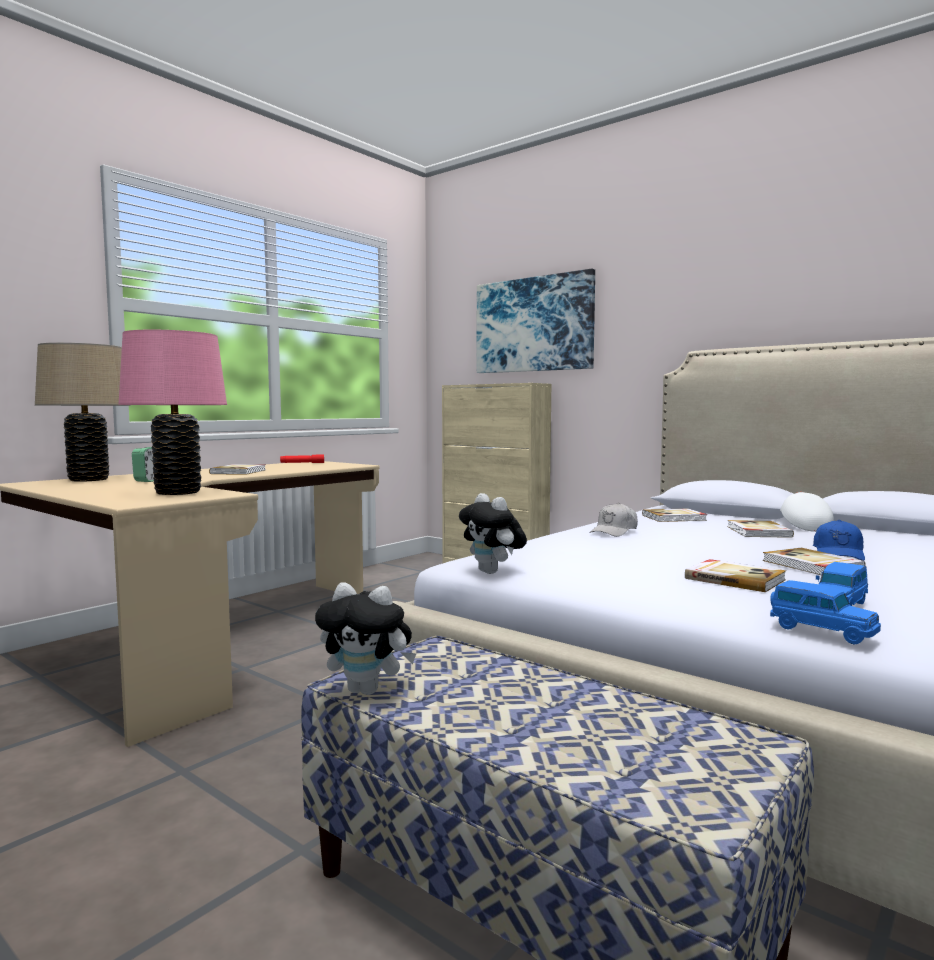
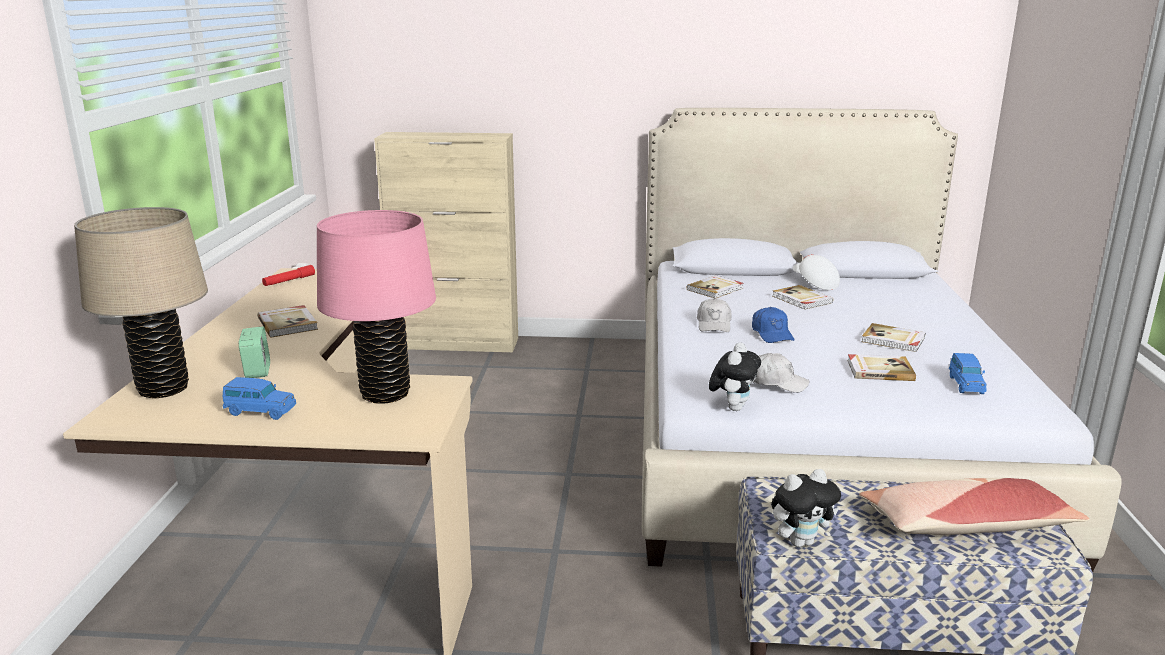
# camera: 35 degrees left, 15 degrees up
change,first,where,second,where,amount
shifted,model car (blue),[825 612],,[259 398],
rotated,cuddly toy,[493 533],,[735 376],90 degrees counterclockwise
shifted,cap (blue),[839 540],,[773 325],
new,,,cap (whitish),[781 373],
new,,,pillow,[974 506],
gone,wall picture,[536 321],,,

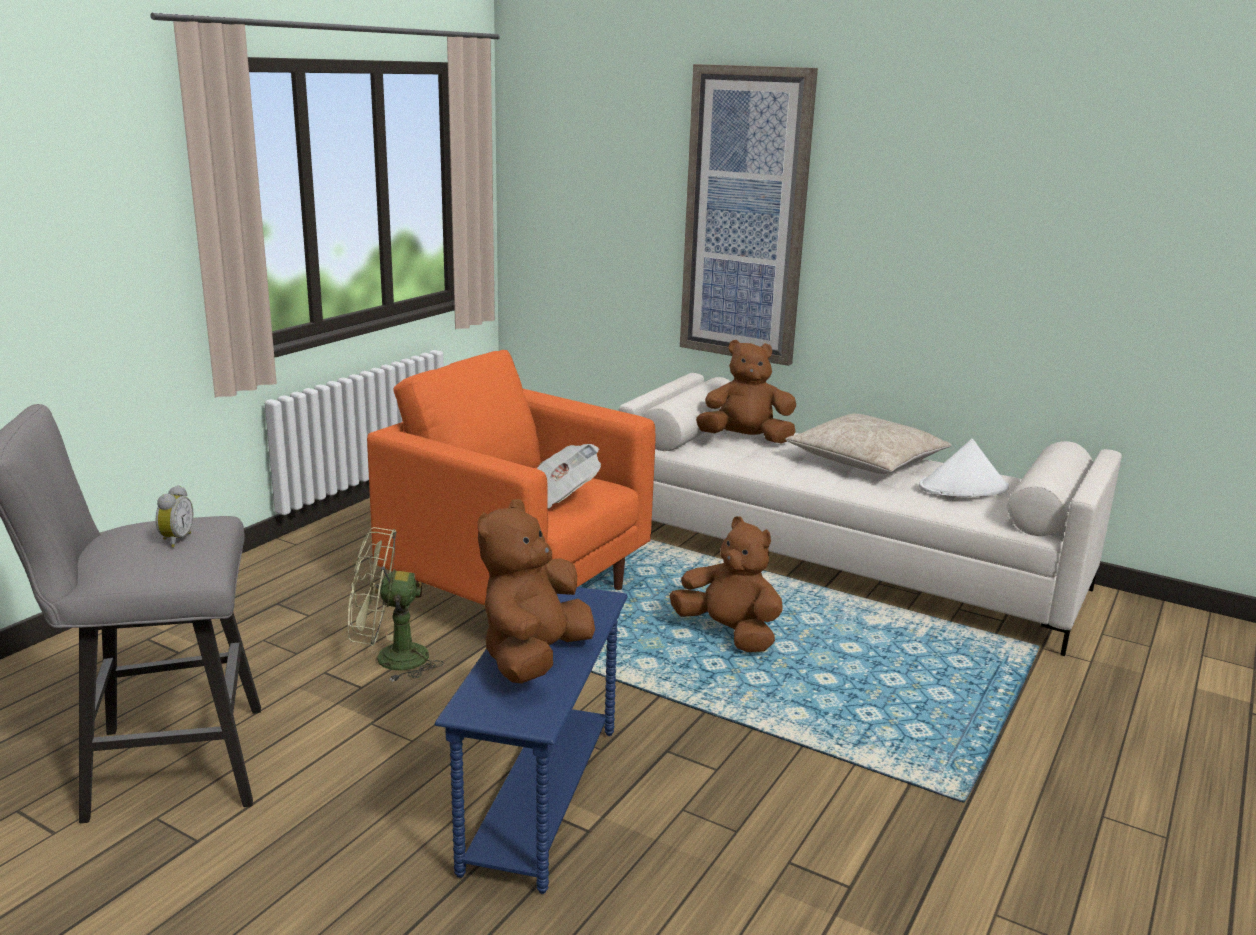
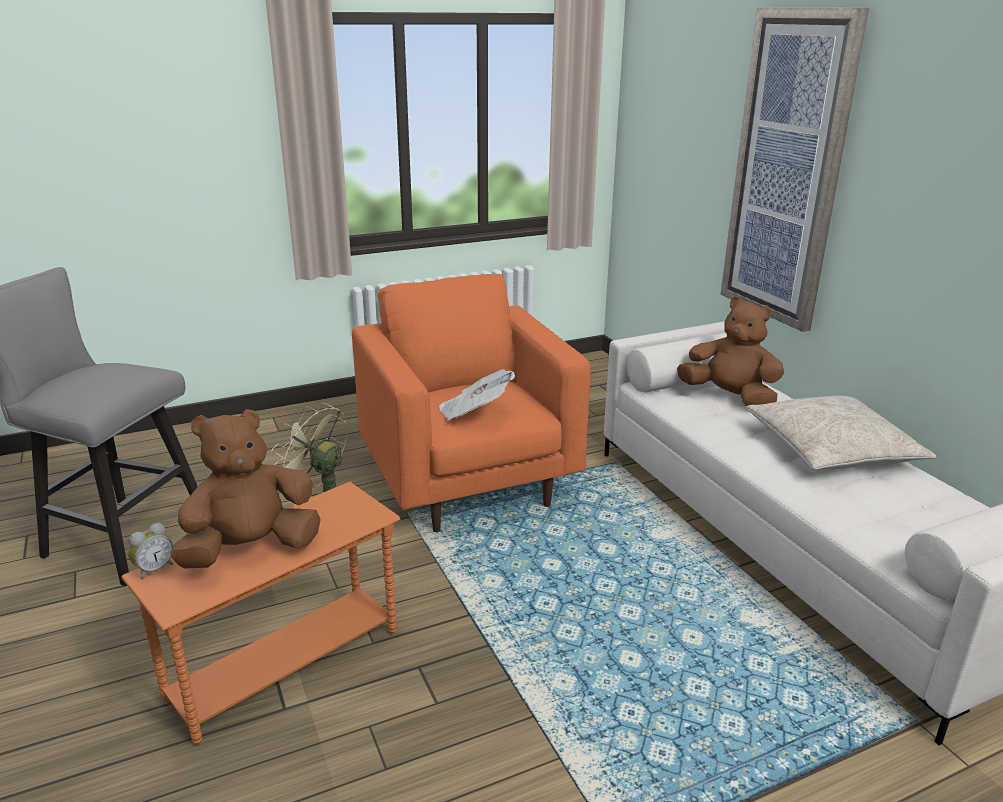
# camera: 35 degrees right, 5 degrees up
change,first,where,second,where,amount
repainted,accent table (blue),[531 740],accent table (orangey),[260 613],
shifted,bedside clock,[175 516],,[150 551],
gone,cuddly toy (brown-coloured),[726 584],,,
gone,clothing hat (whitish),[964 468],,,

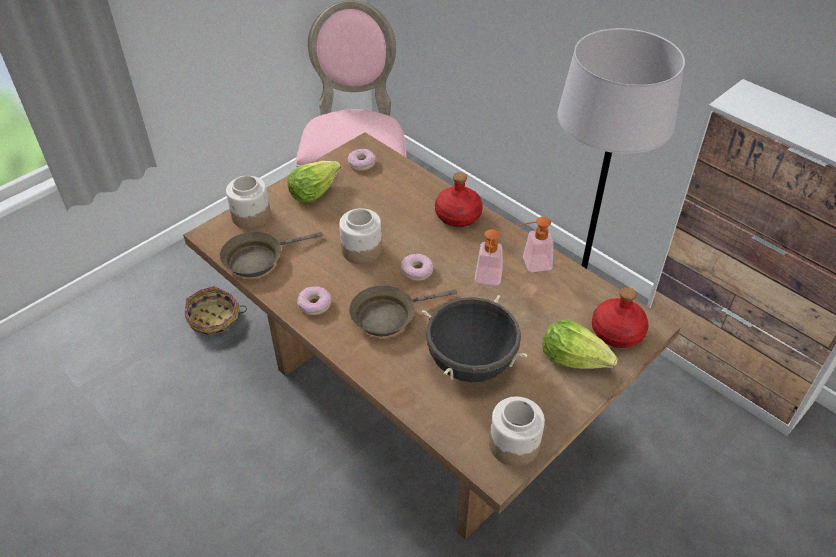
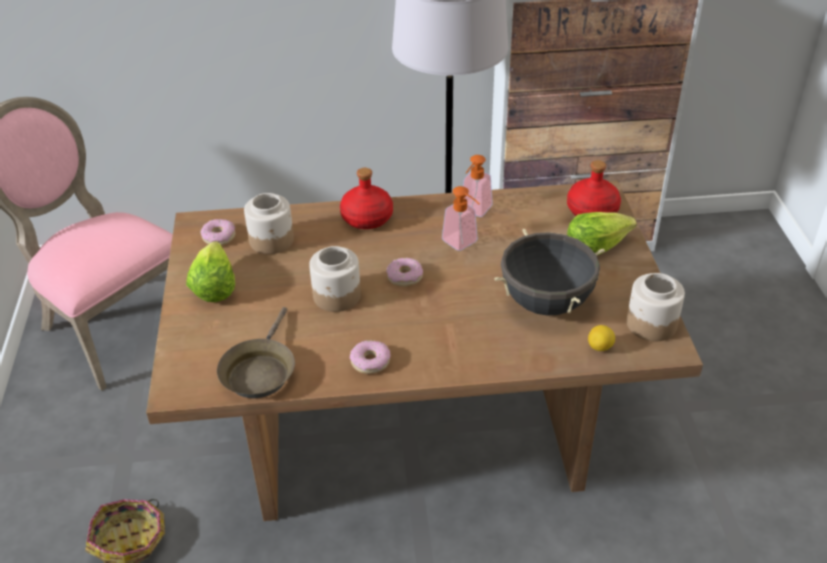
# camera: 50 degrees left, 5 degrees down
change,first,where,second,where,amount
shifted,jar,[248 202],,[269 223],
new,,,citrus fruit,[601 338],
gone,frying pan (brown-coloured),[403 310],,,

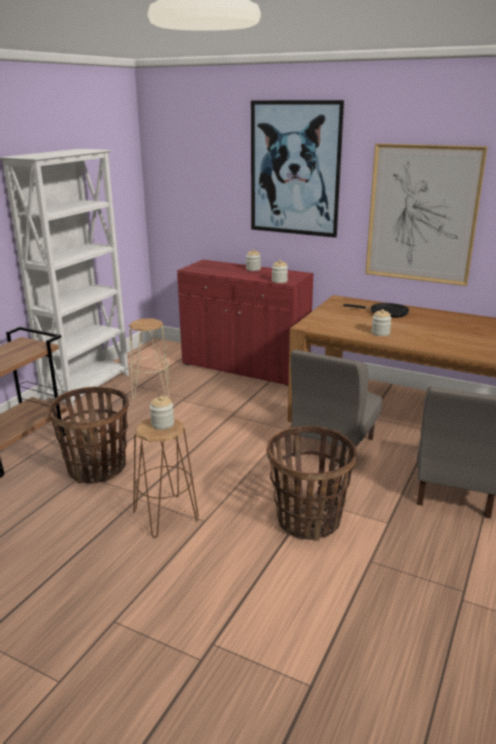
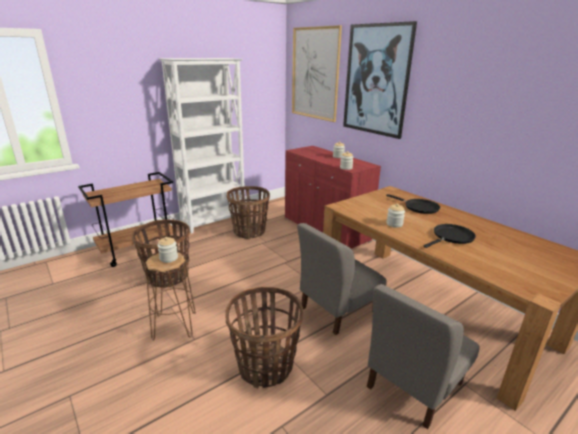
# camera: 25 degrees right, 0 degrees up
change,first,where,second,where,amount
swapped,stool seat (beige),[149 358],basket,[248 212],
shifted,wall picture,[426 214],,[317 73],
new,,,frying pan (blackish),[450 236],

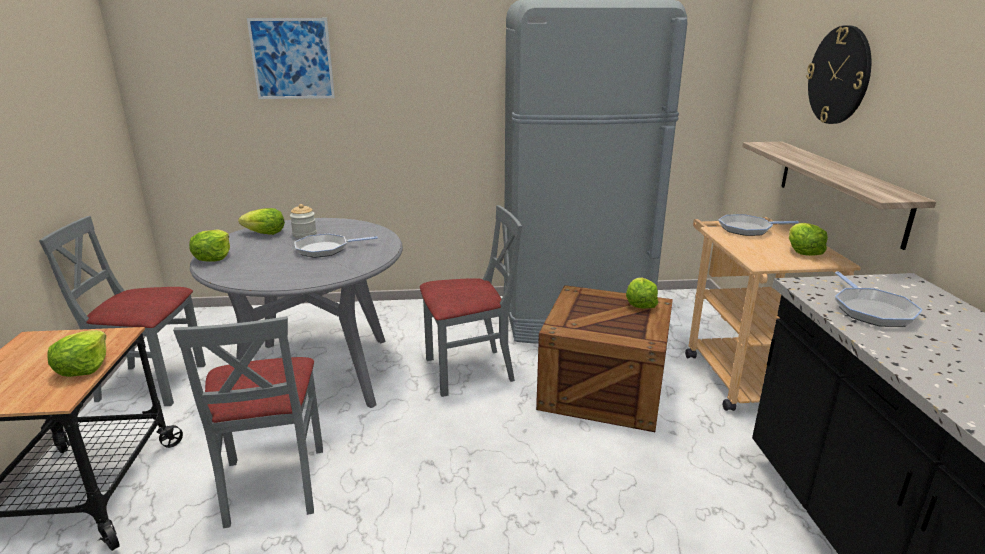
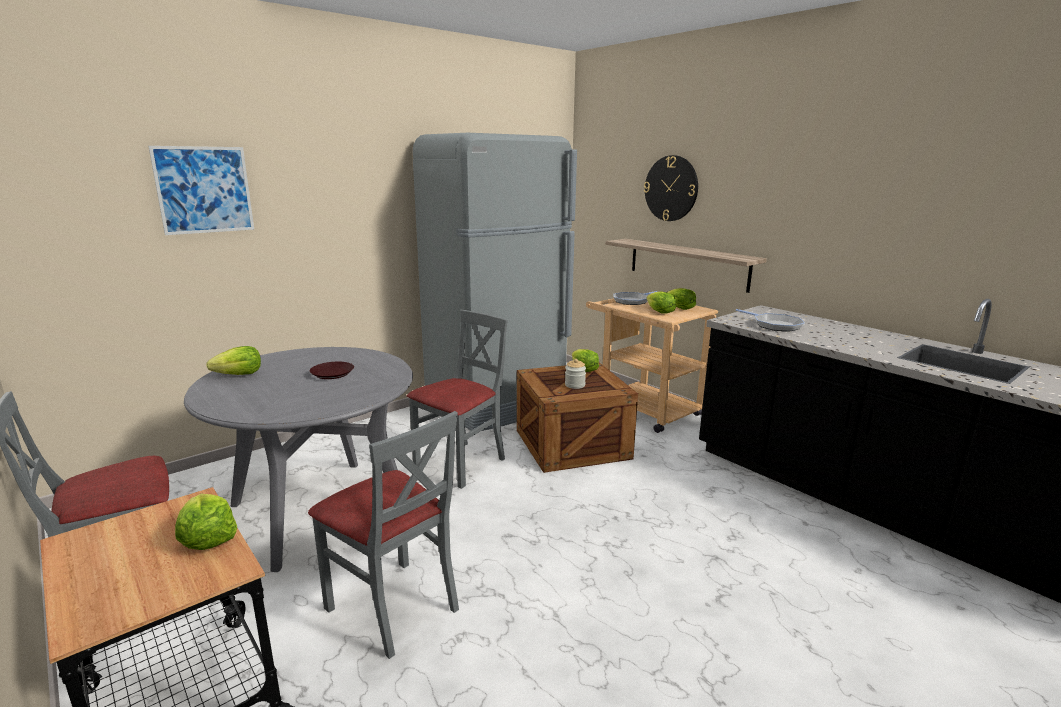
# camera: 35 degrees left, 5 degrees down
change,first,where,second,where,amount
swapped,frying pan,[336 245],flat dish (brown-coloured),[332 370],
shifted,jar,[303 221],,[575 374],
shifted,lettuce head,[209 245],,[661 302],

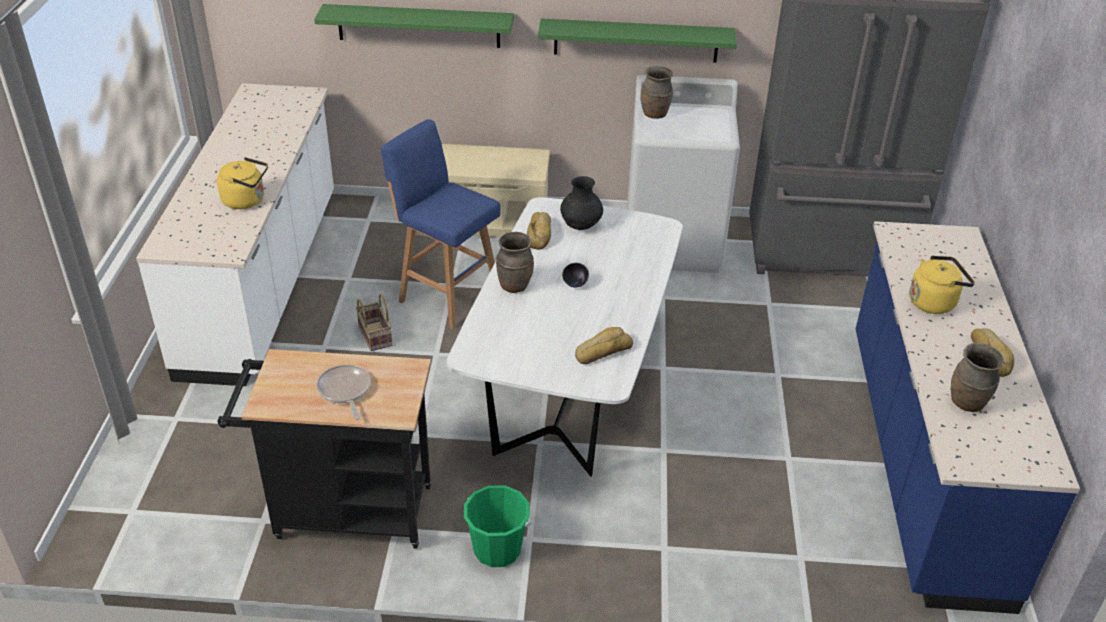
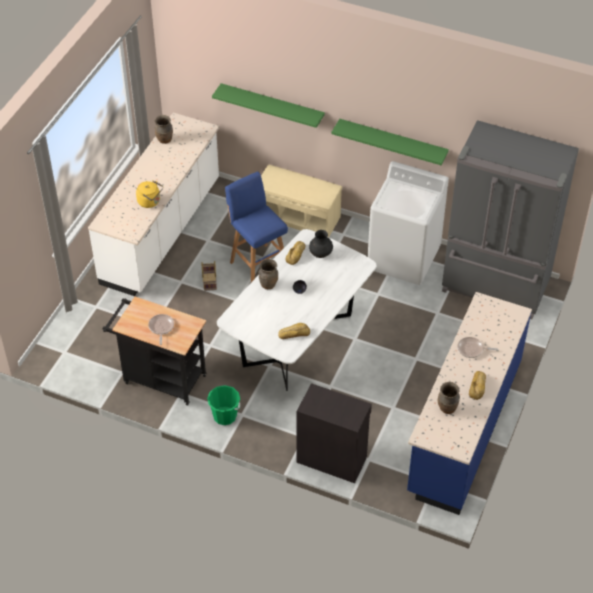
# camera: 20 degrees right, 10 degrees up
change,first,where,second,where,amount
shifted,decorative vase (brown-coloured),[657 92],,[164 129],
new,,,cupboard (blackish),[334 433],
swapped,kettle (yellow-coloured),[942 284],frying pan,[477 347],

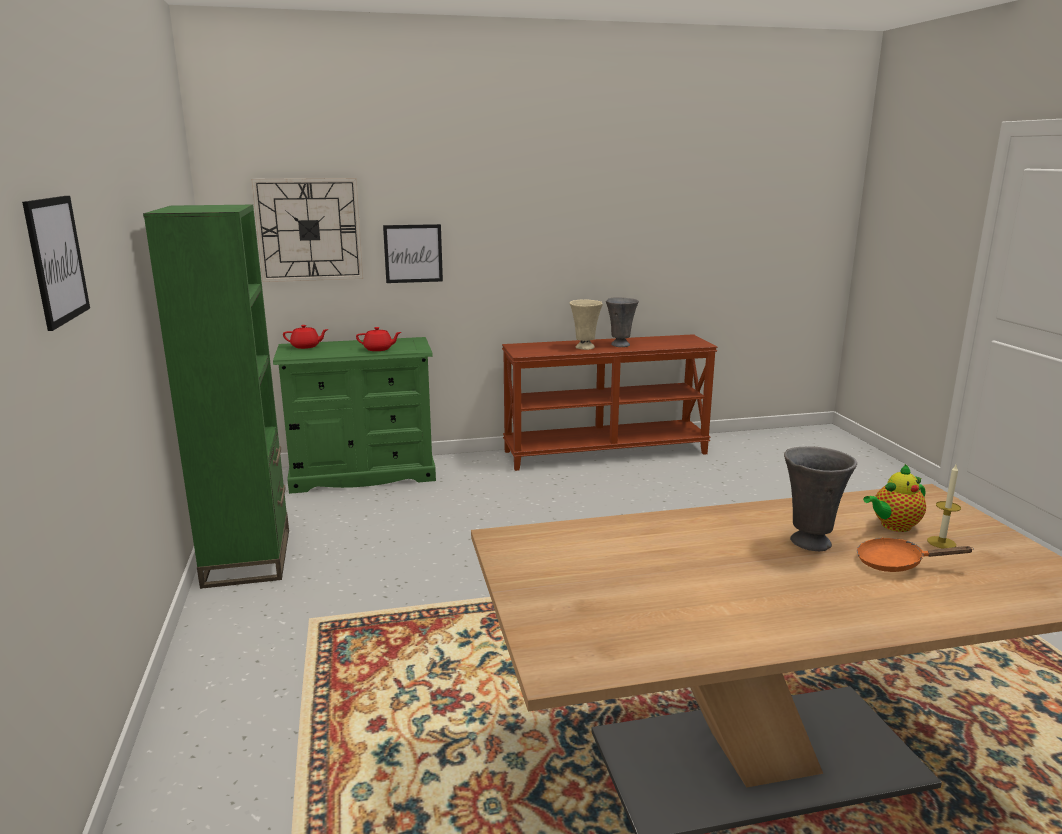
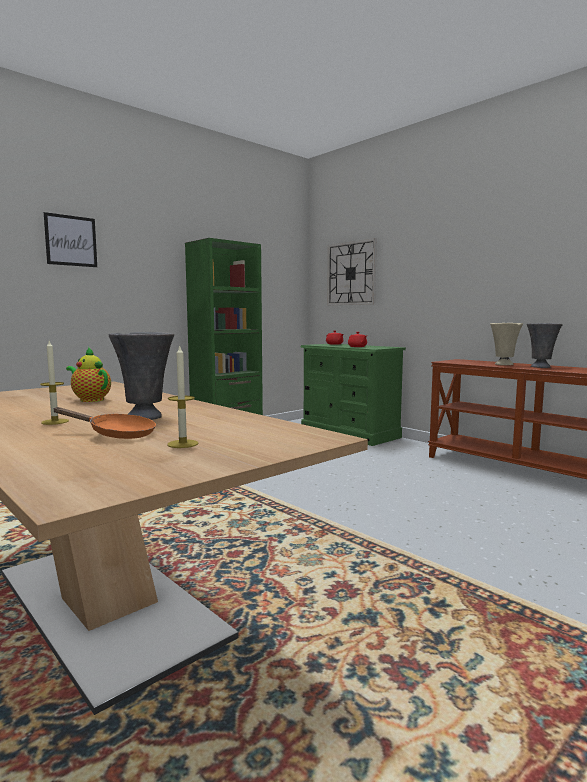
# camera: 60 degrees right, 10 degrees down
change,first,where,second,where,amount
new,,,wax candle,[54 383],
rotated,frying pan (orangey),[915 554],,[105 423],120 degrees clockwise
shifted,pot for tea,[894 498],,[88 374],
gone,wall picture,[413 253],,,

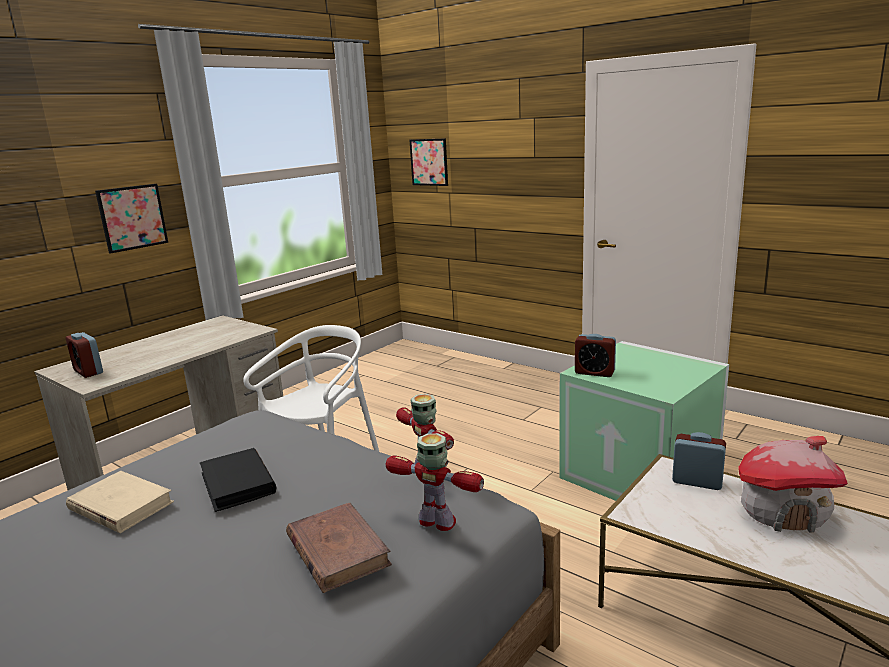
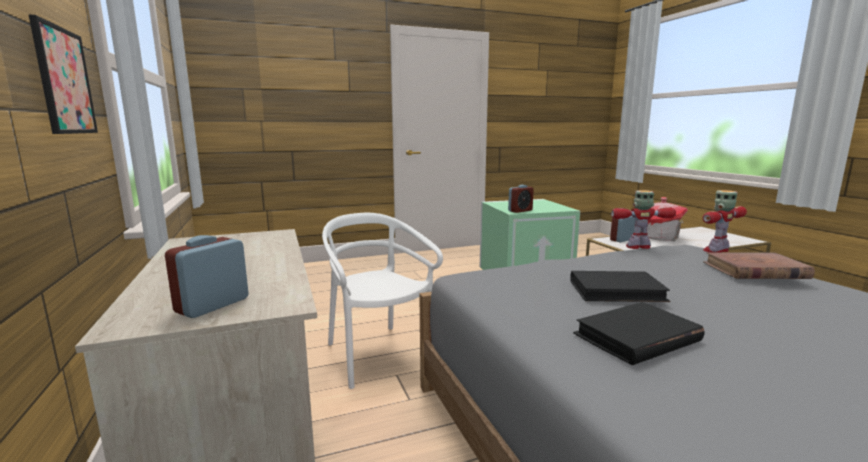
# camera: 60 degrees left, 5 degrees down
change,first,where,second,where,amount
rotated,bedside clock,[84 355],,[207 276],135 degrees clockwise
repainted,book (beige),[120 502],book (blackish),[638 333],
gone,wall picture,[428 162],,,

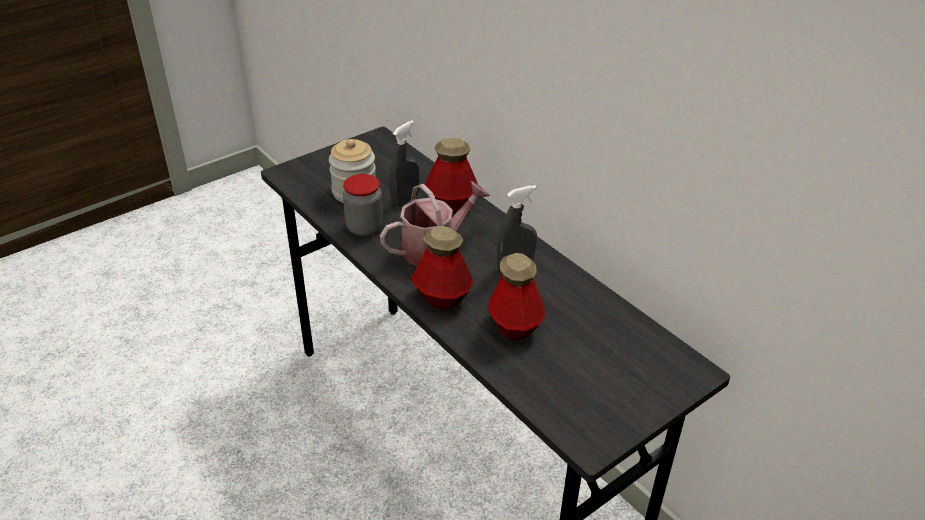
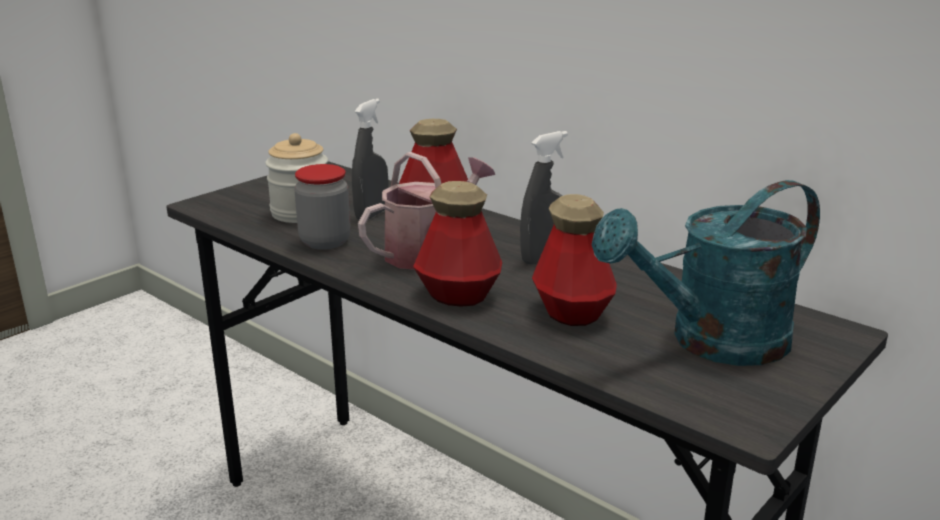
# camera: 10 degrees left, 15 degrees down
change,first,where,second,where,amount
new,,,watering can (turquoise-coloured),[706 273],

